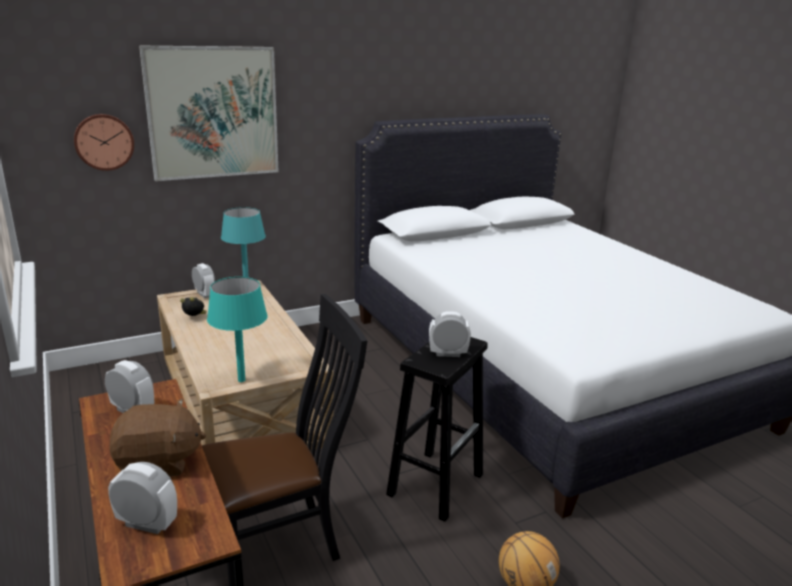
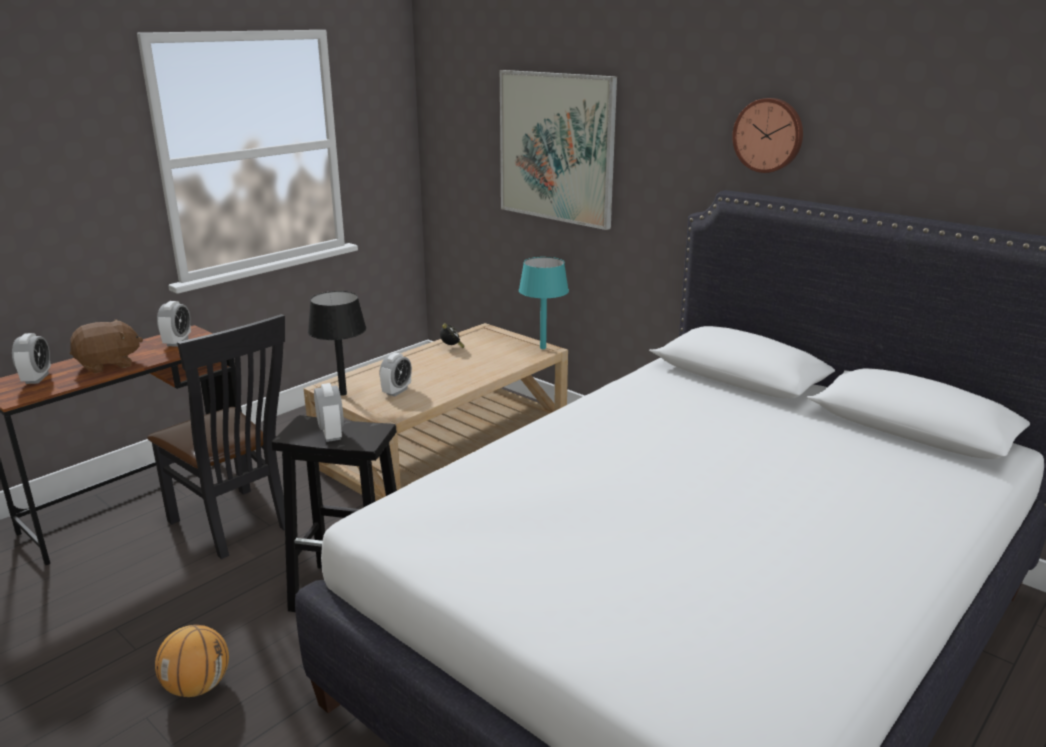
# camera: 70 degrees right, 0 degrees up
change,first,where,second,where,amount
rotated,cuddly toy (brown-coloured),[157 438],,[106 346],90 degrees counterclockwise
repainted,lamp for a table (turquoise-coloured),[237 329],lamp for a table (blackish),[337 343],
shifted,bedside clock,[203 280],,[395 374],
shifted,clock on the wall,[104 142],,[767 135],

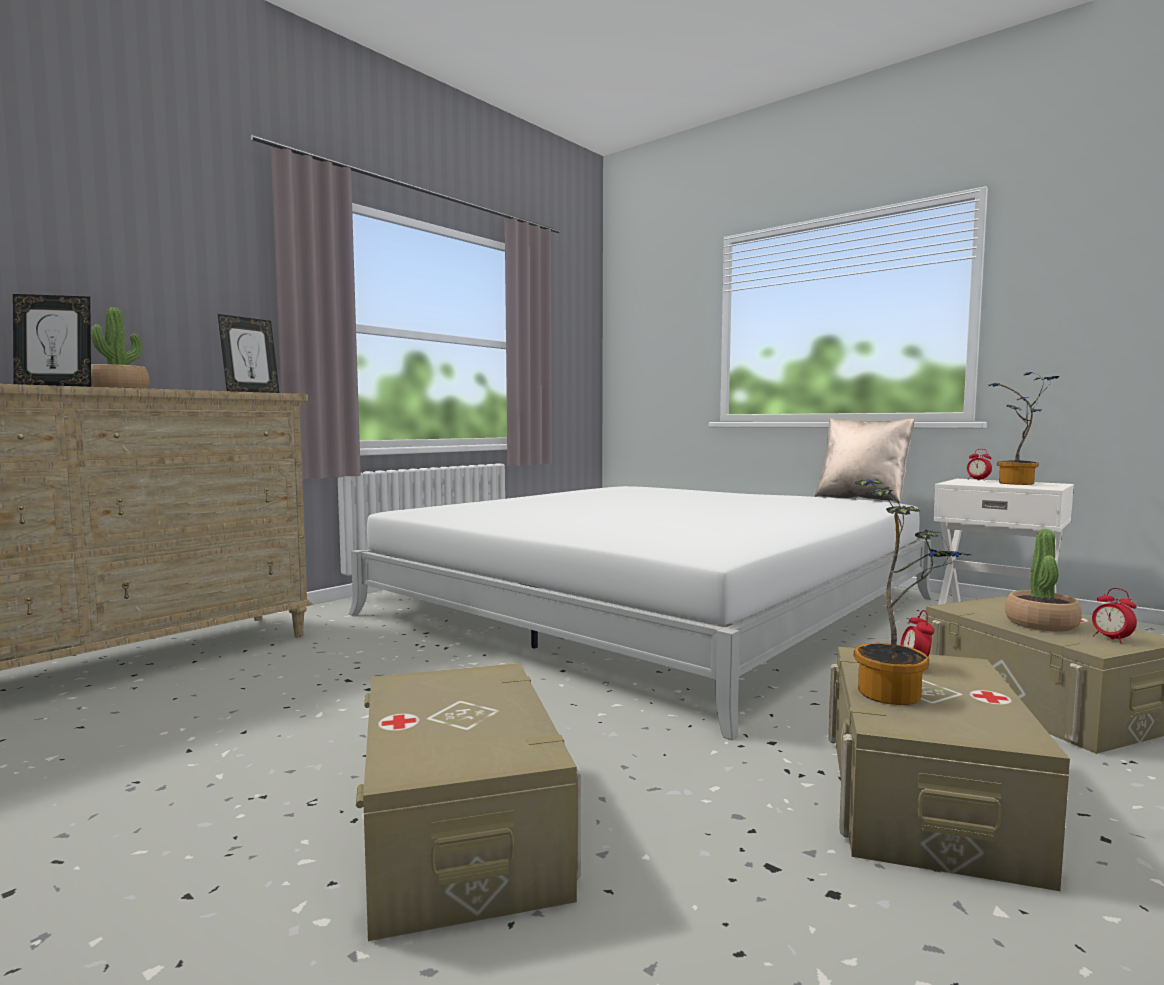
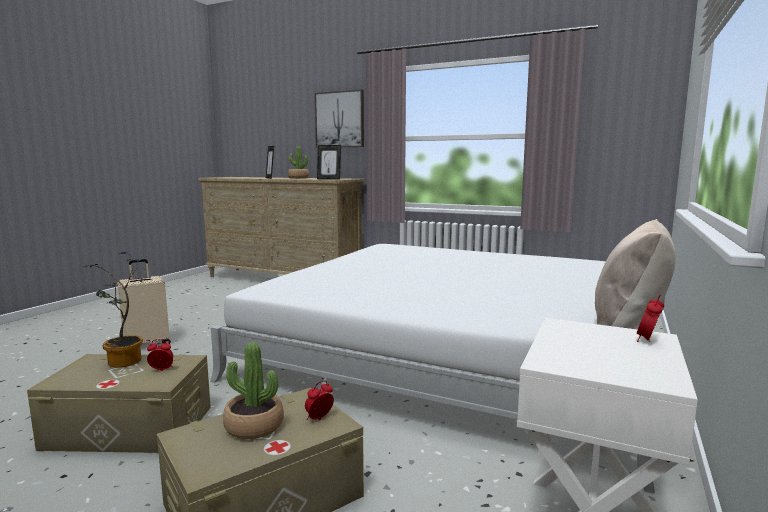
# camera: 75 degrees right, 5 degrees up
change,first,where,second,where,amount
swapped,storage bin (beige),[468 802],piece of luggage (beige),[144 302],
shifted,bedside clock,[1114 615],,[319 400],
new,,,wall picture,[339 118],
gone,potted plant,[1023 428],,,

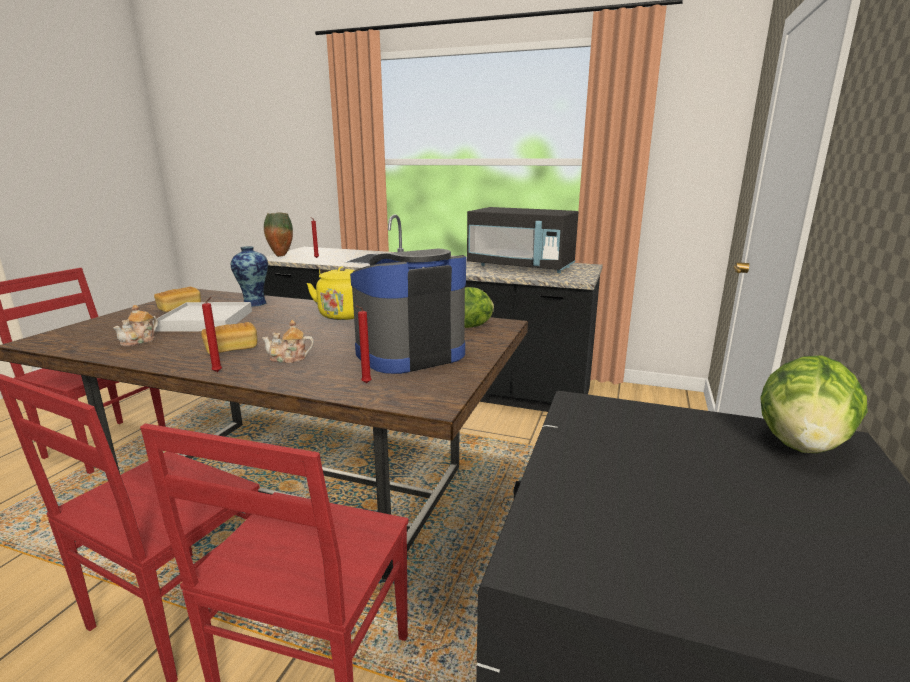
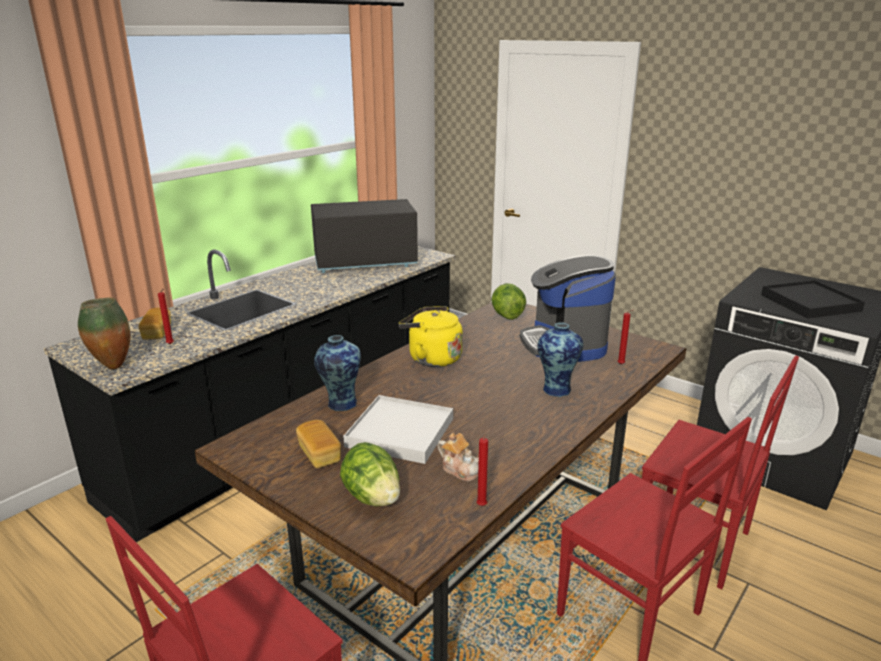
# camera: 70 degrees left, 5 degrees up
change,first,where,second,where,amount
shifted,baked bread,[229 338],,[154 323],
rotated,kitchen microwave (blackish),[522 240],,[364 236],150 degrees counterclockwise
shifted,lettuce head,[813 404],,[370 474],
shifted,wax candle (reddish),[212 334],,[483 467],
swapped,pot for tea,[288 341],decorative vase,[560 360],
new,,,tray (blackish),[813 299],

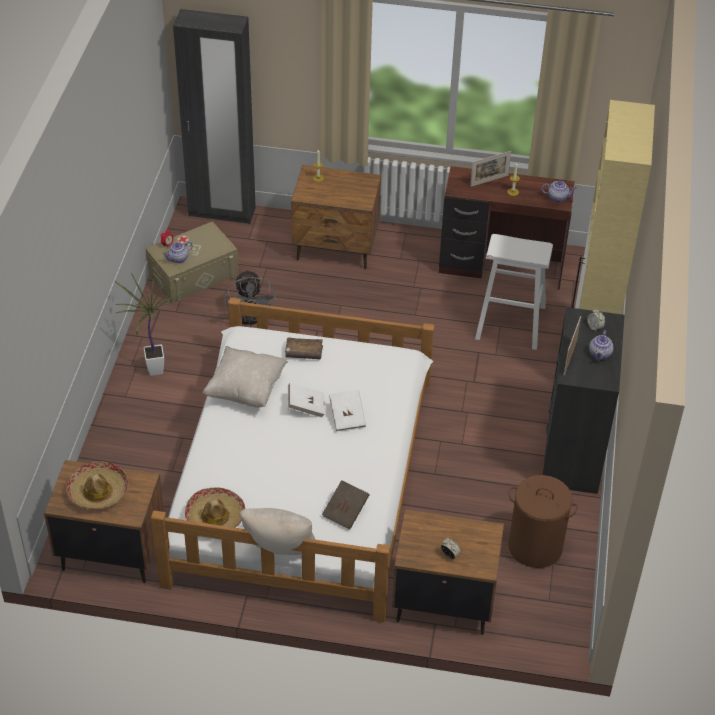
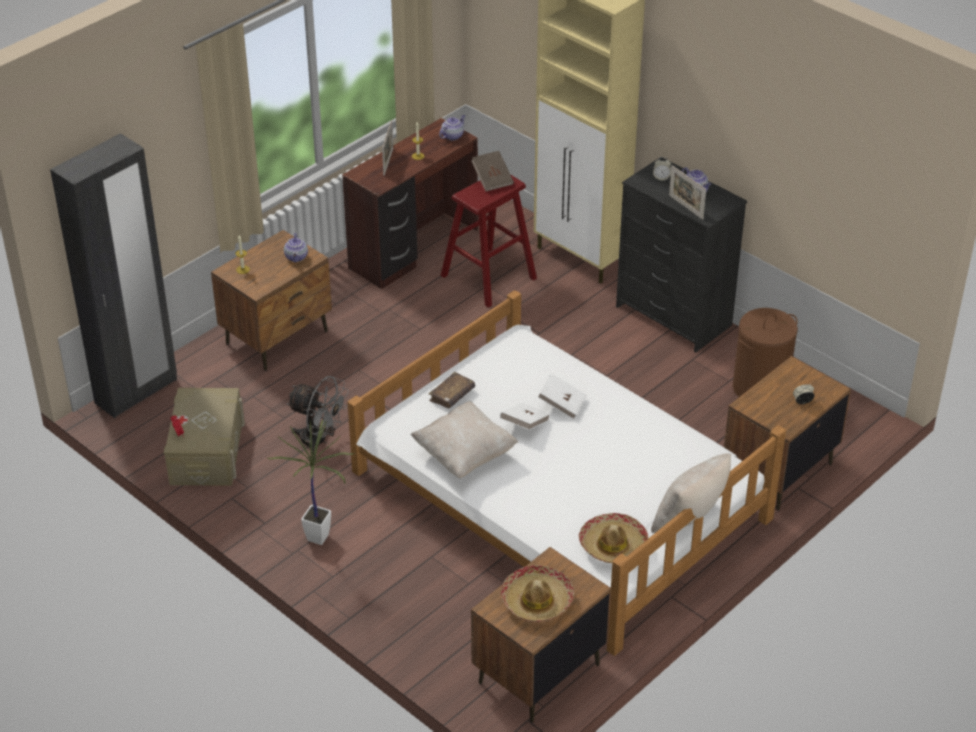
# camera: 55 degrees left, 5 degrees down
change,first,where,second,where,amount
shifted,pot for tea,[178 252],,[296 247],
repainted,stool seat (whitish),[514 292],stool seat (reddish),[489 241],
shifted,book (brown-coloured),[346 505],,[492 171],

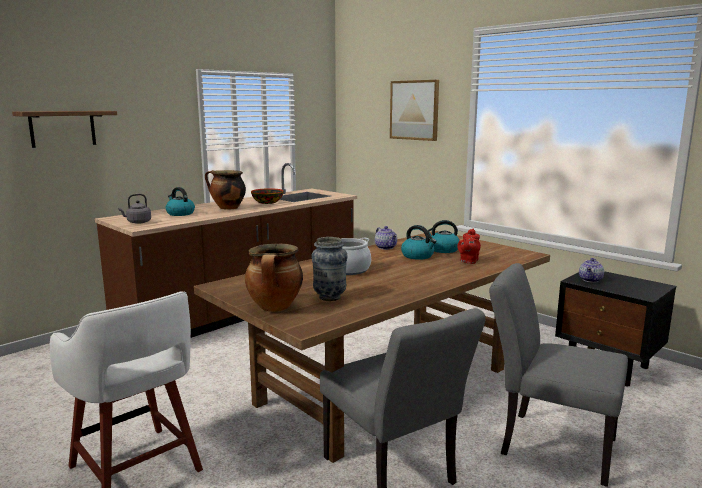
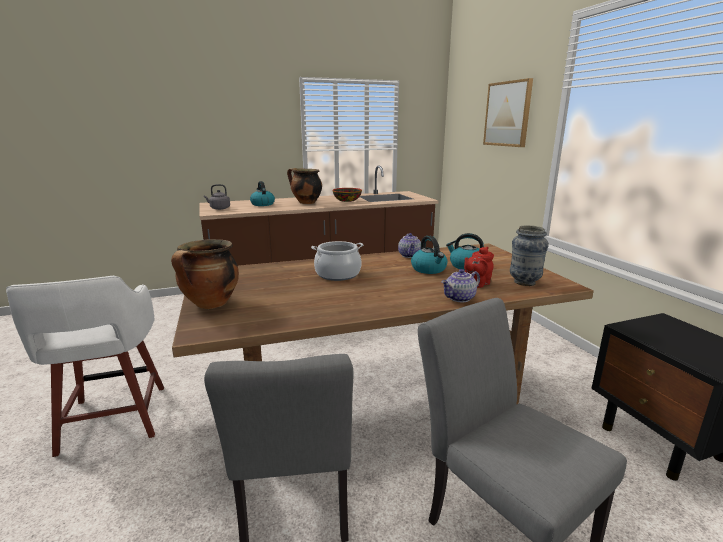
# camera: 25 degrees right, 5 degrees up
change,first,where,second,where,amount
shifted,pot for tea,[591 270],,[460 285],
shifted,decorative vase,[329 269],,[529 255],
gone,wall shelf,[64 129],,,

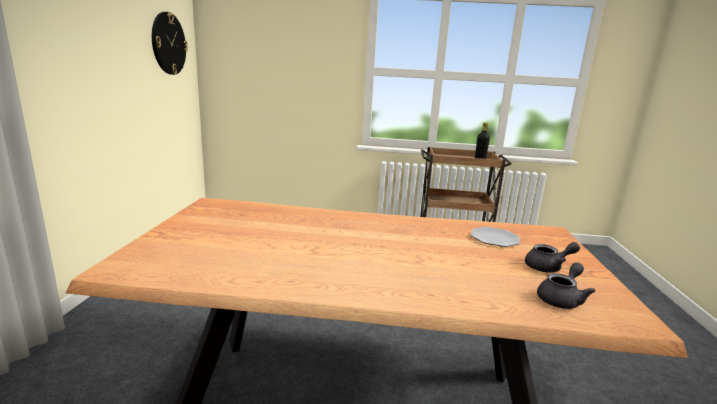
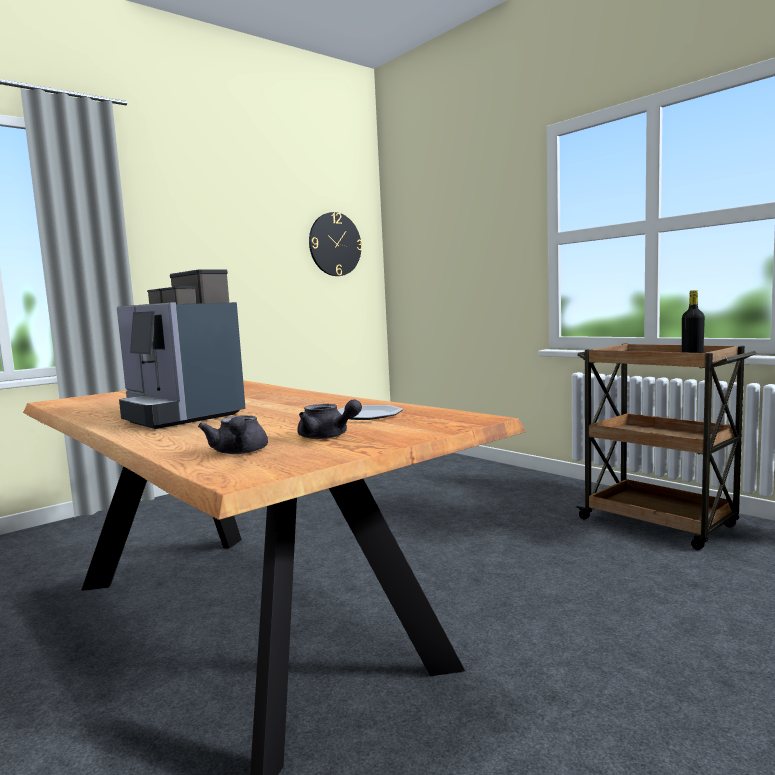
# camera: 45 degrees right, 10 degrees down
change,first,where,second,where,amount
new,,,coffee maker,[181 349],
rotated,pot for tea (greyish),[566 285],,[233 434],75 degrees clockwise

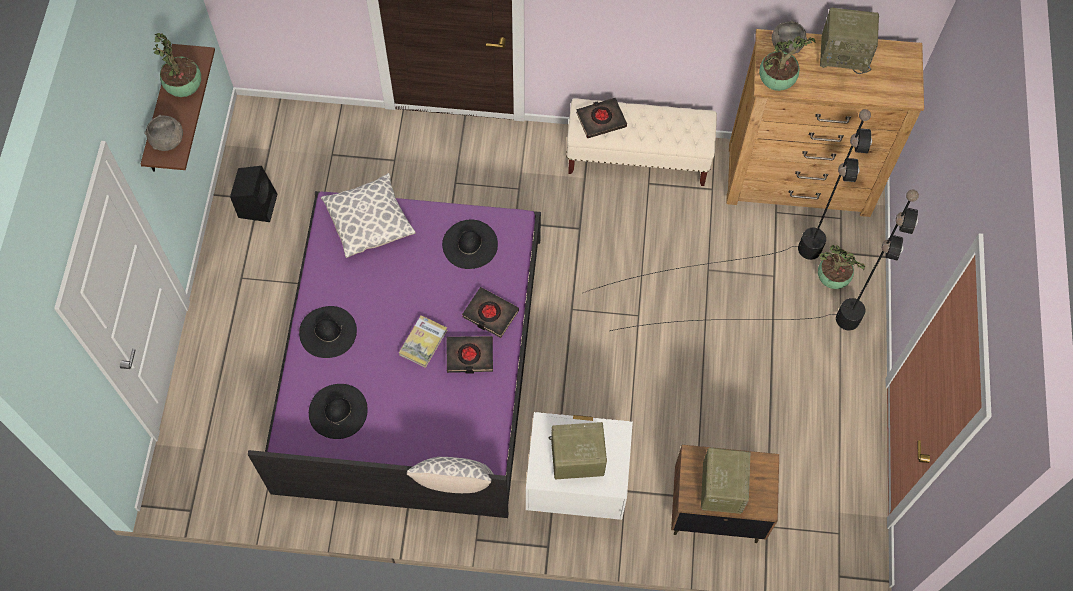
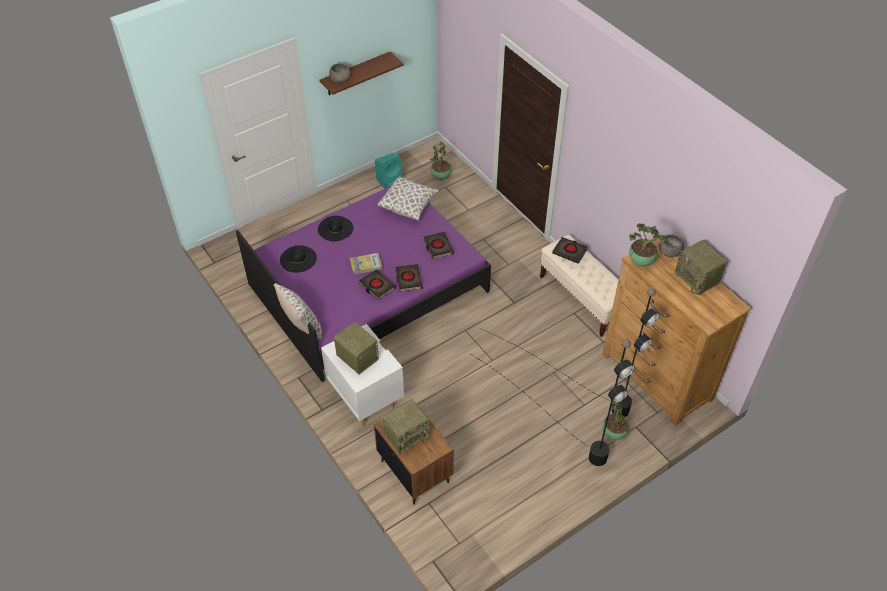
# camera: 50 degrees right, 15 degrees down
change,first,where,second,where,amount
repainted,audio speaker (blackish),[253 194],audio speaker (turquoise-coloured),[389 171],
swapped,clothing hat (blackish),[470 244],book (blackish),[439 245],
shifted,potted plant,[177 65],,[441 160],

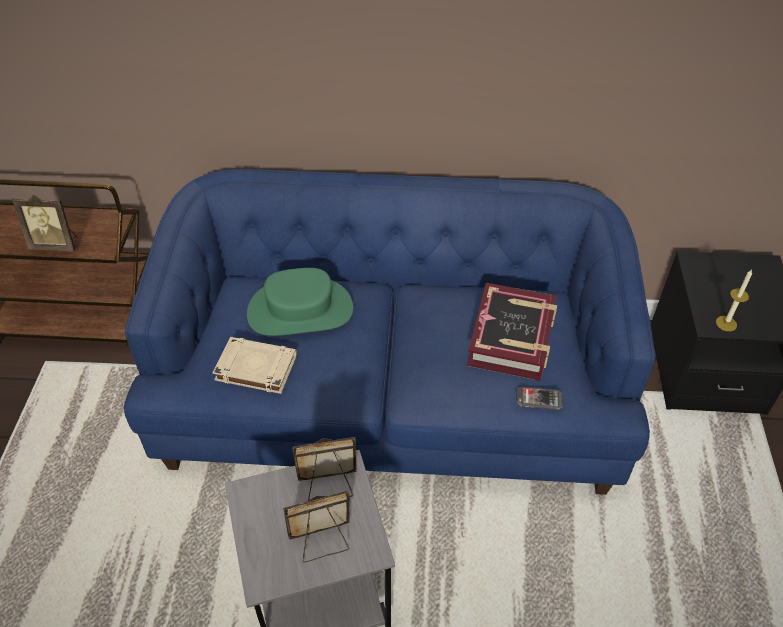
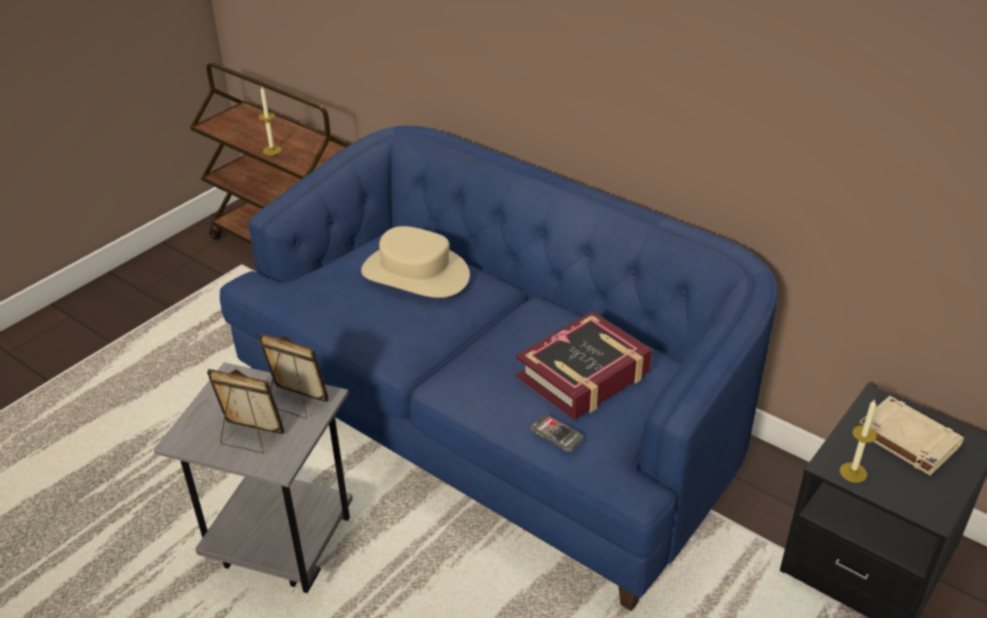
# camera: 35 degrees right, 10 degrees down
change,first,where,second,where,amount
swapped,photo frame,[44 223],wax candle,[270 121],
repainted,clothing hat (green-coloured),[300 302],clothing hat (beige),[415 262],
shifted,book (beige),[255 365],,[911 436],

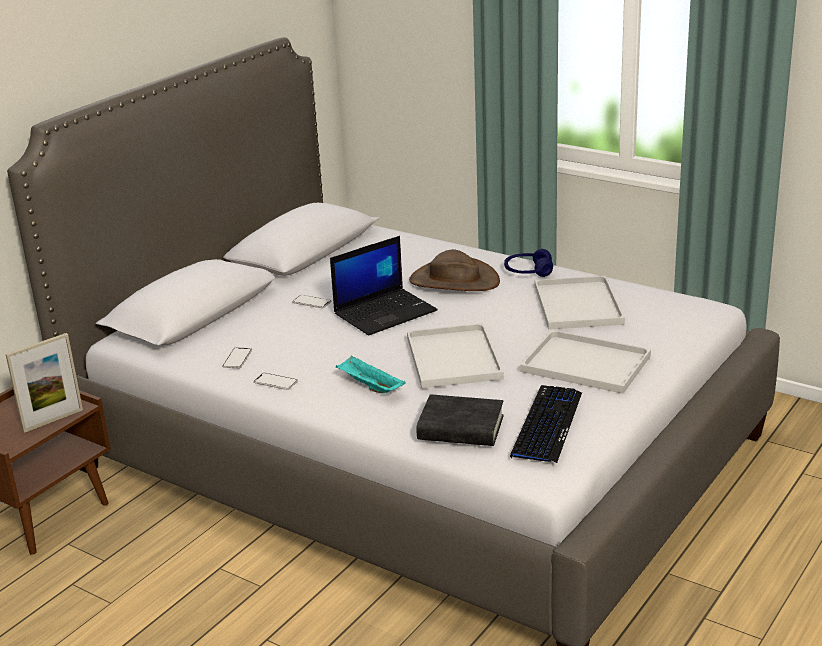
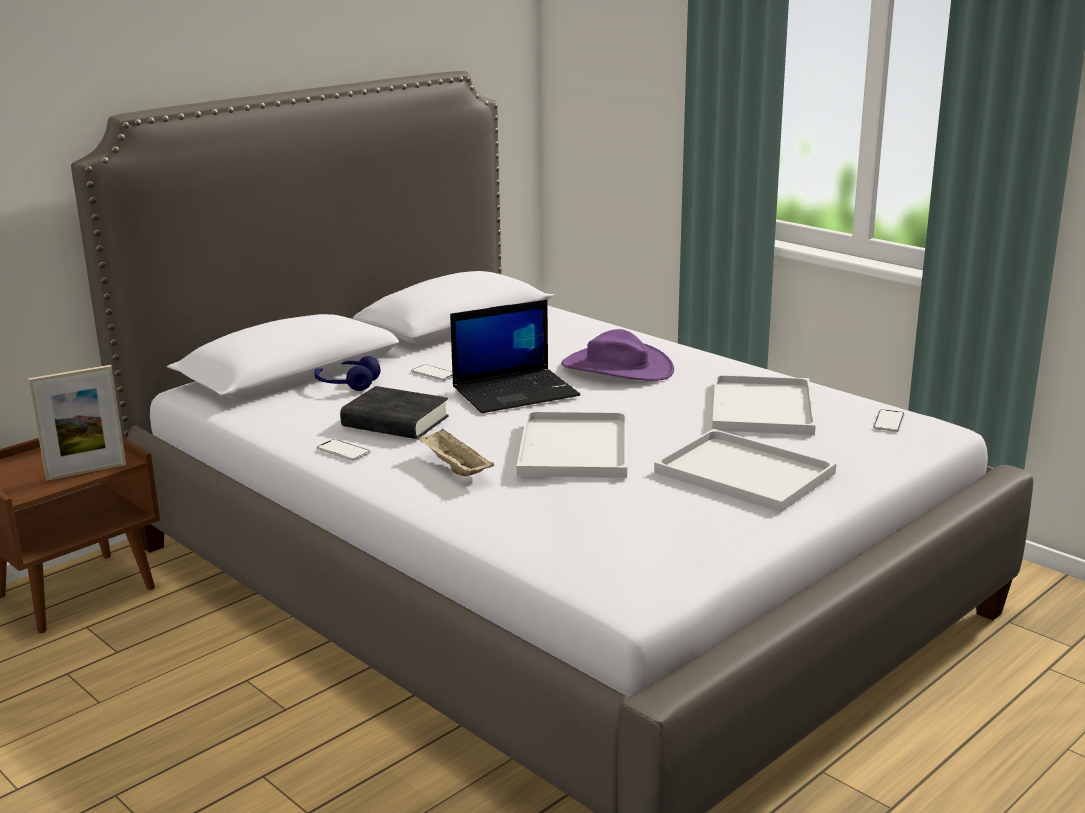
# camera: 10 degrees right, 5 degrees down
change,first,where,second,where,amount
shifted,headset (blue),[528 263],,[347 373],
shifted,book (blackish),[460 420],,[394 412],
repainted,tray (turquoise-coloured),[371 374],tray (beige),[456 452],
repainted,clothing hat (brown-coloured),[454 270],clothing hat (purplish),[617 355],
shifted,phone,[237 358],,[889 420],
gone,PC keyboard,[546 424],,,

